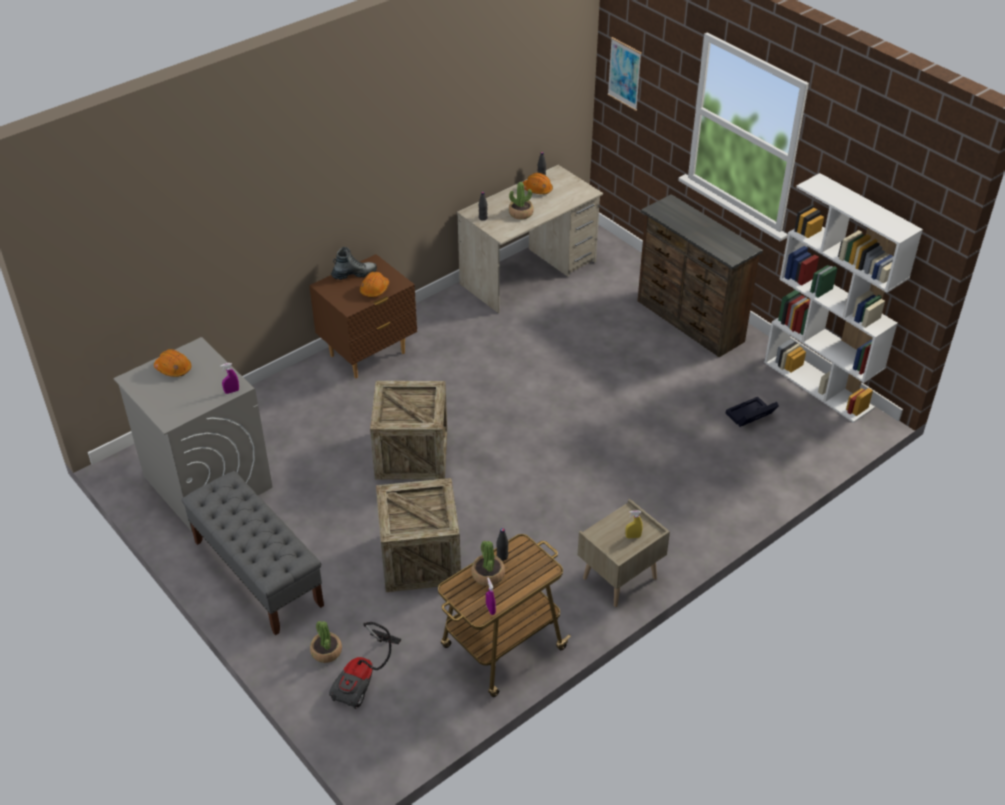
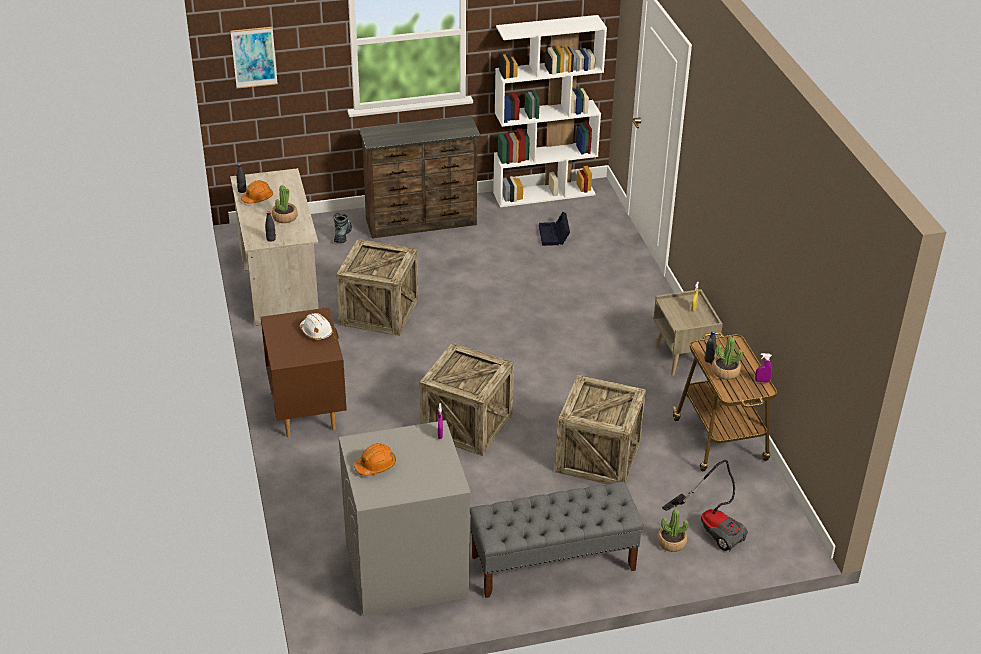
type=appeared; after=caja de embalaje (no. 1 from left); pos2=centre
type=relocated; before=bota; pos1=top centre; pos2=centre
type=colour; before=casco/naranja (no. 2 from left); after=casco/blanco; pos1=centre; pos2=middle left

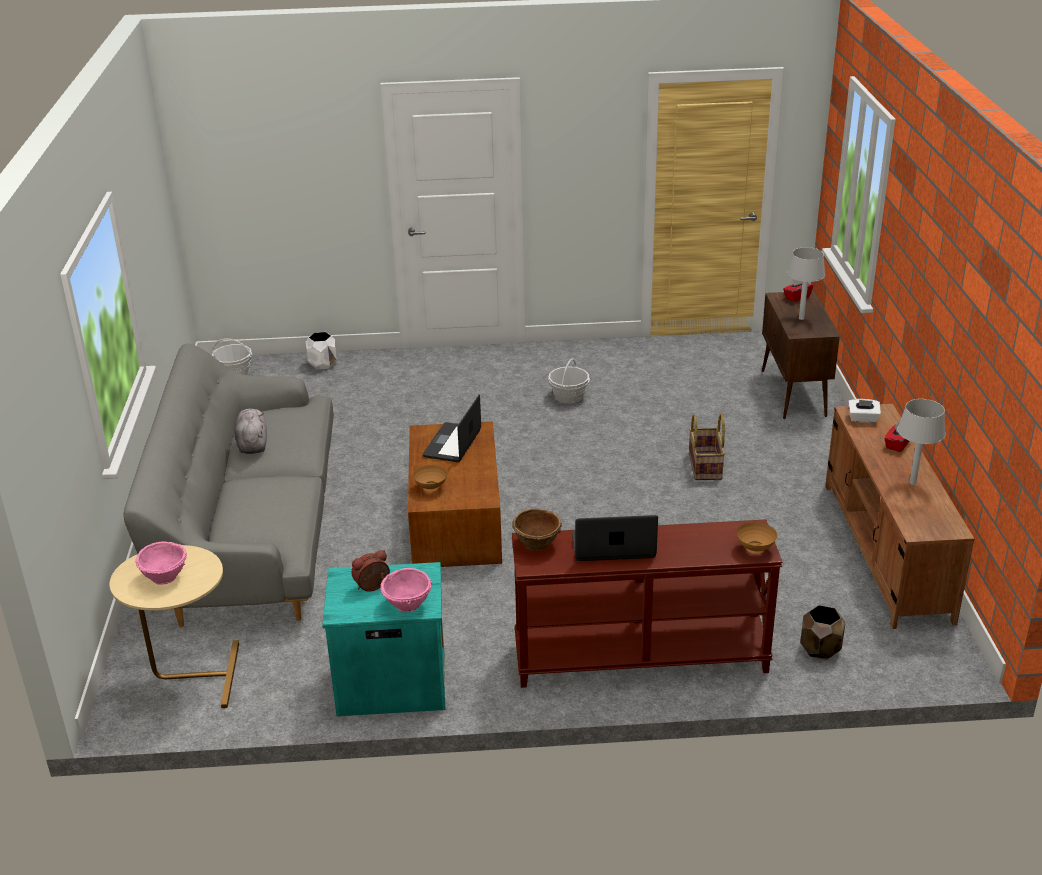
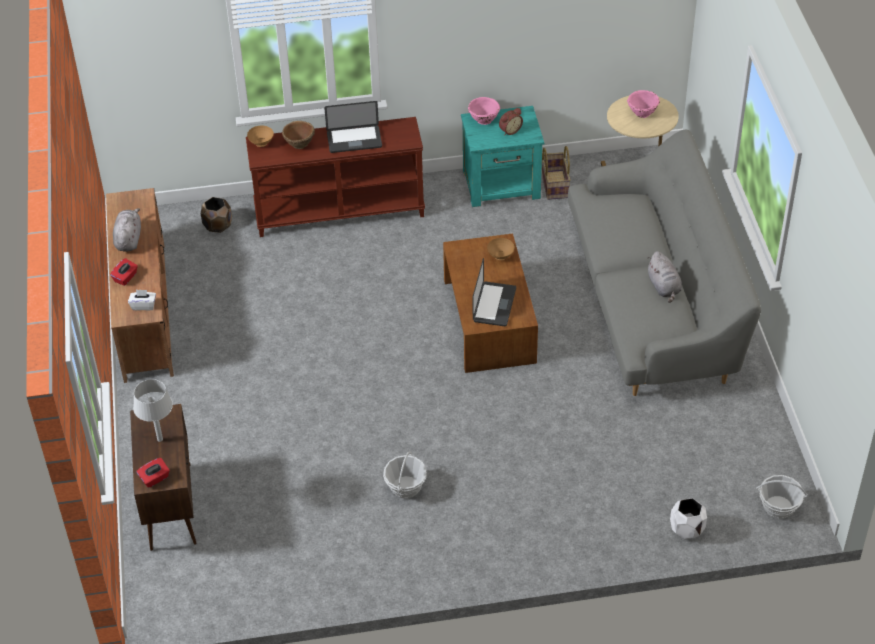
type=relocated; before=cuenco/marrón (no. 2 from left); pos1=centre; pos2=top centre
type=relocated; before=cesta (no. 3 from left in the first image); after=cesta (no. 2 from left); pos1=middle right; pos2=top centre
type=exchanged; before=lámpara de mesa/gris (no. 2 from left); after=peluche/gris (no. 1 from left); pos1=middle right; pos2=middle left

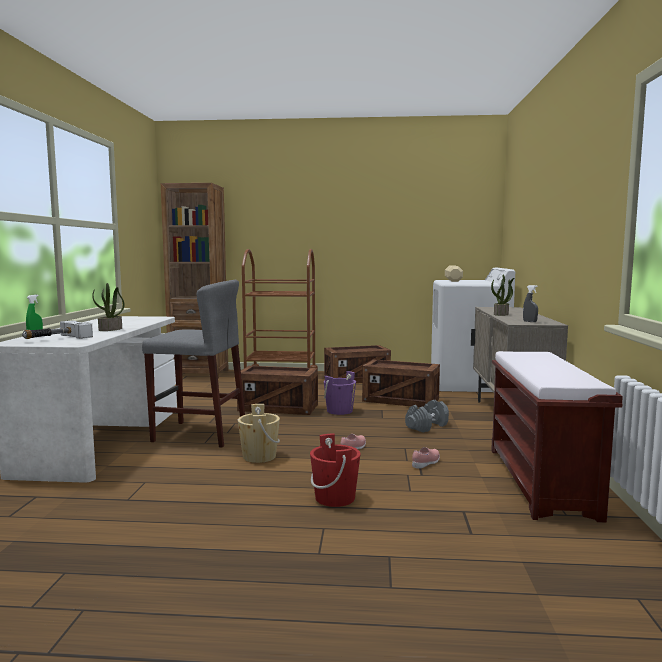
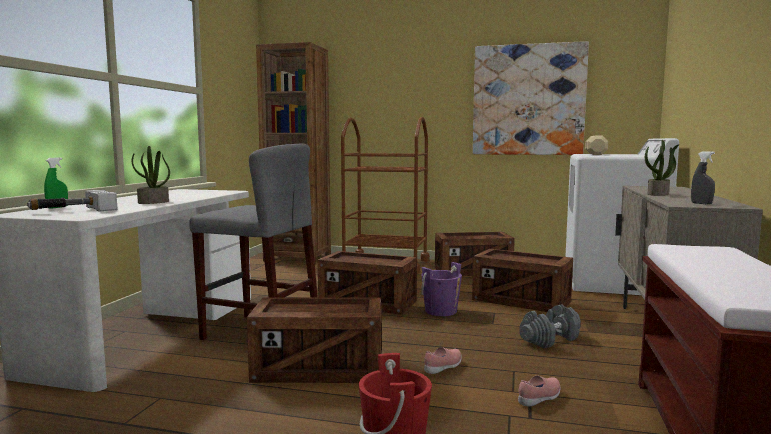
type=appeared; after=cuadro; pos2=top right
type=exchanged; before=cubo/beis; after=caja de embalaje (no. 1 from left); pos1=centre; pos2=bottom centre

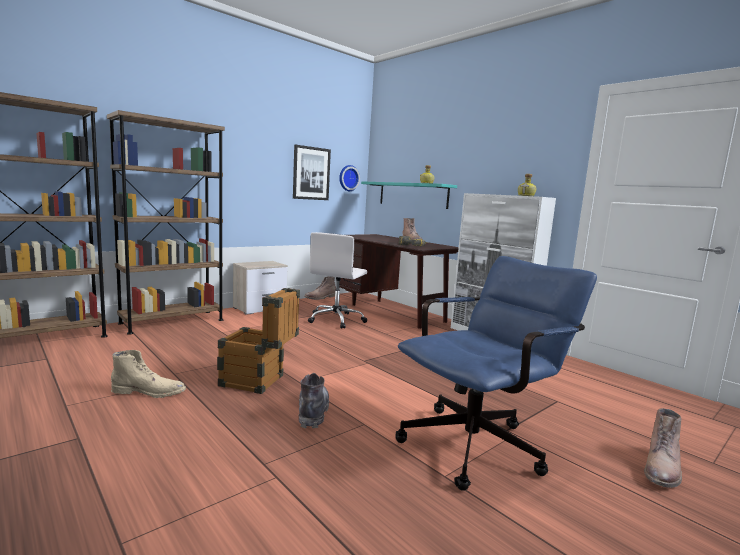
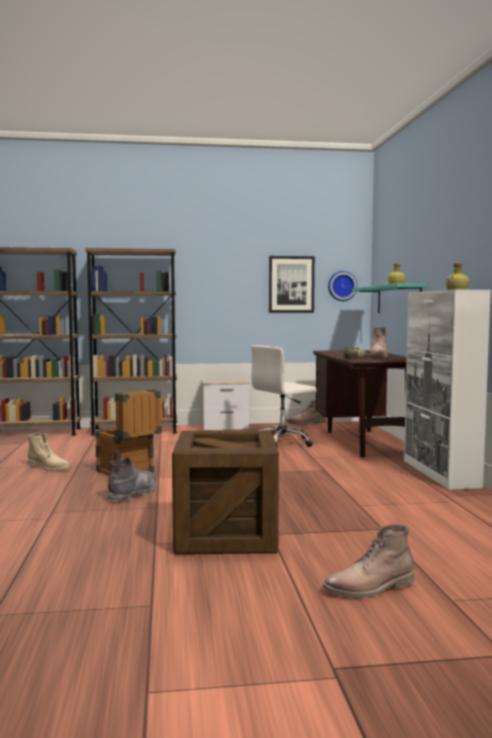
type=exchanged; before=silla de oficina/azul; after=caja de embalaje (no. 2 from left); pos1=bottom right; pos2=bottom centre

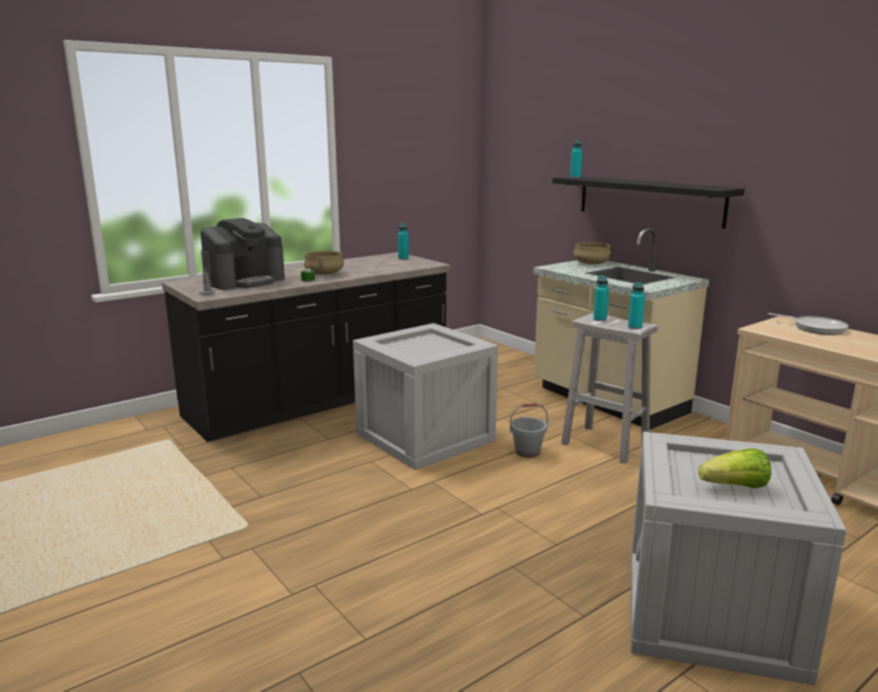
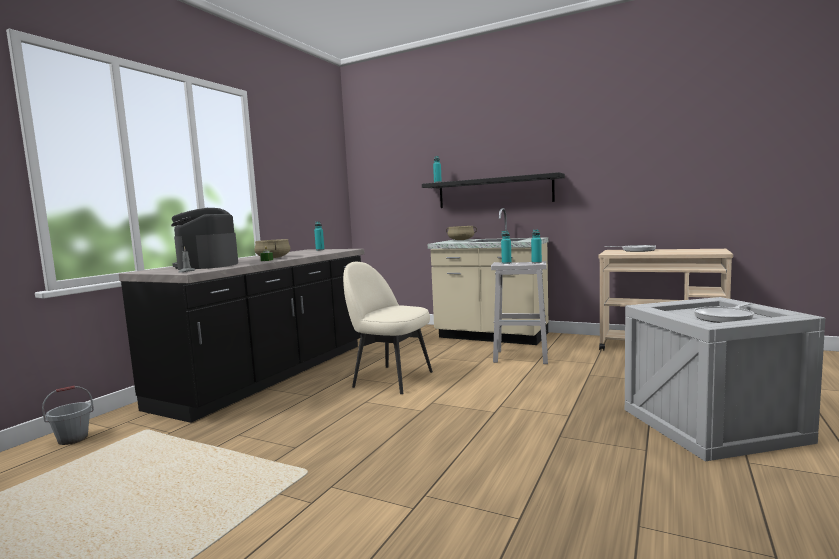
type=relocated; before=cubo/gris; pos1=centre; pos2=bottom left
type=exchanged; before=caja de embalaje (no. 1 from left); after=silla/beis; pos1=centre; pos2=centre
type=exchanged; before=lechuga; after=sartén (no. 2 from left); pos1=bottom right; pos2=middle right
type=spun; before=cafetera; pos1=middle left; pos2=middle left; turn=150

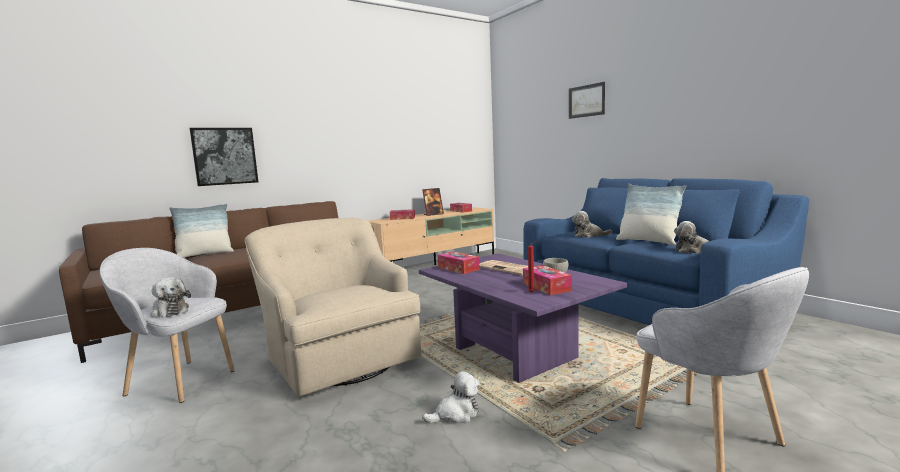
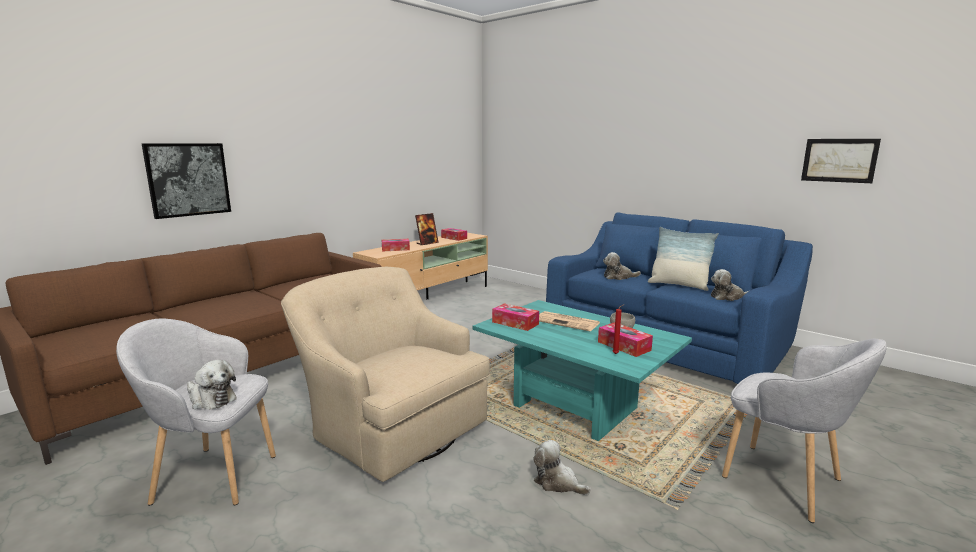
type=missing; before=cojín (no. 1 from left); pos1=middle left
type=relocated; before=cuadro (no. 2 from left); pos1=top centre; pos2=top right
type=colour; before=mesa de centro/morado; after=mesa de centro/turquesa; pos1=bottom centre; pos2=bottom centre
type=spun; before=peluche (no. 2 from left); pos1=bottom centre; pos2=bottom centre; turn=-105

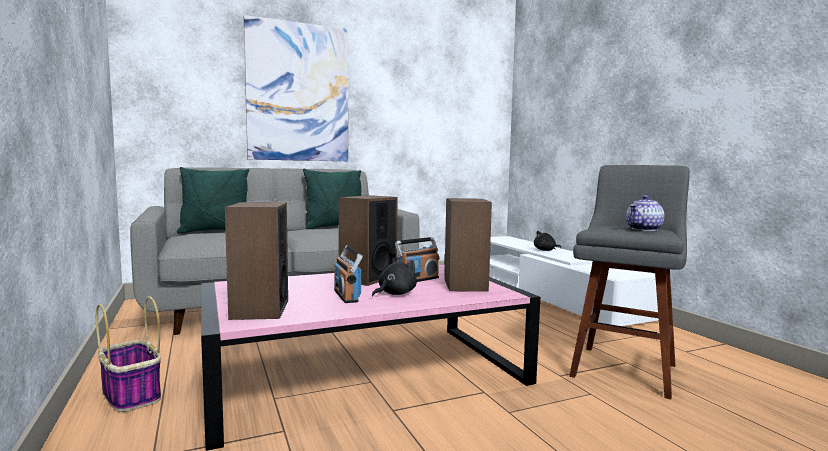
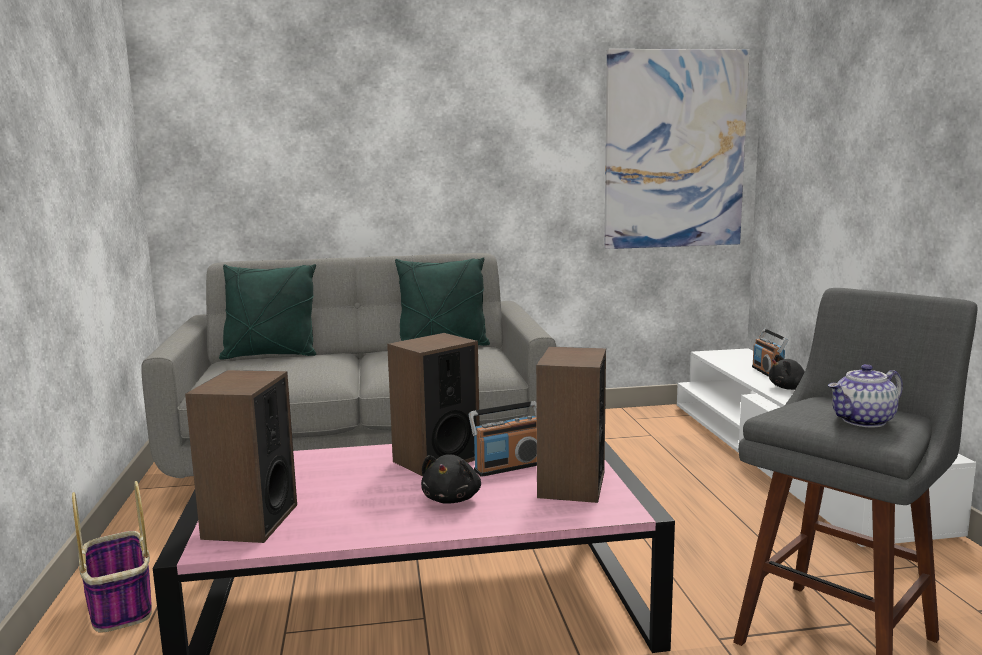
type=relocated; before=cuadro; pos1=top centre; pos2=top right
type=relocated; before=radio (no. 1 from left in the first image); after=radio (no. 2 from left); pos1=centre; pos2=middle right
type=spun; before=peluche/negro (no. 1 from left); pos1=centre; pos2=bottom centre; turn=135

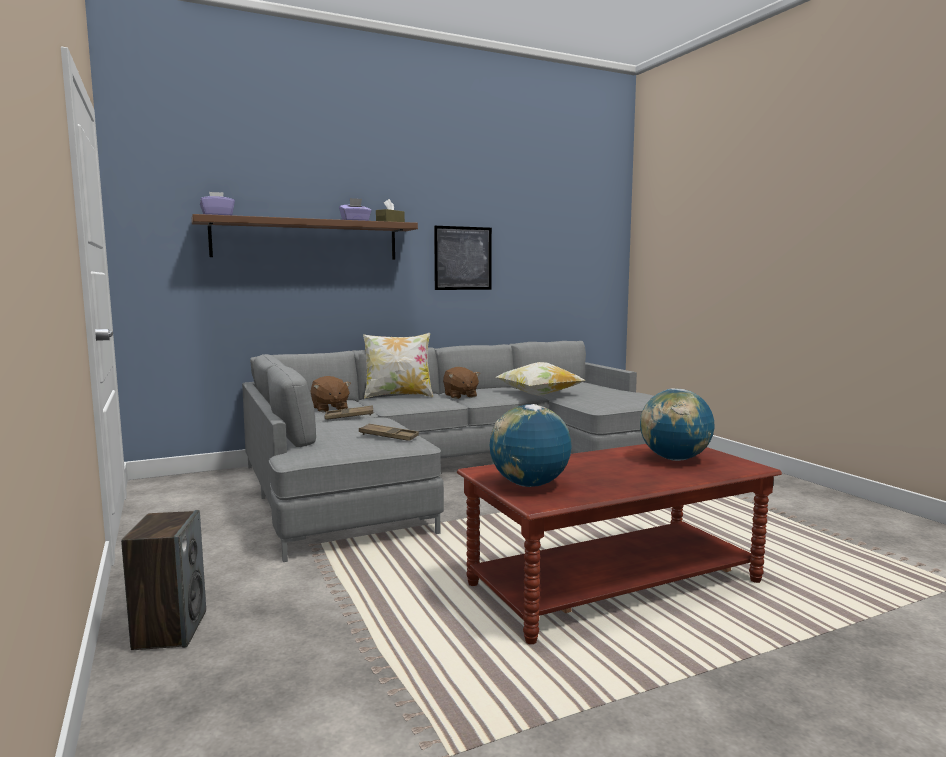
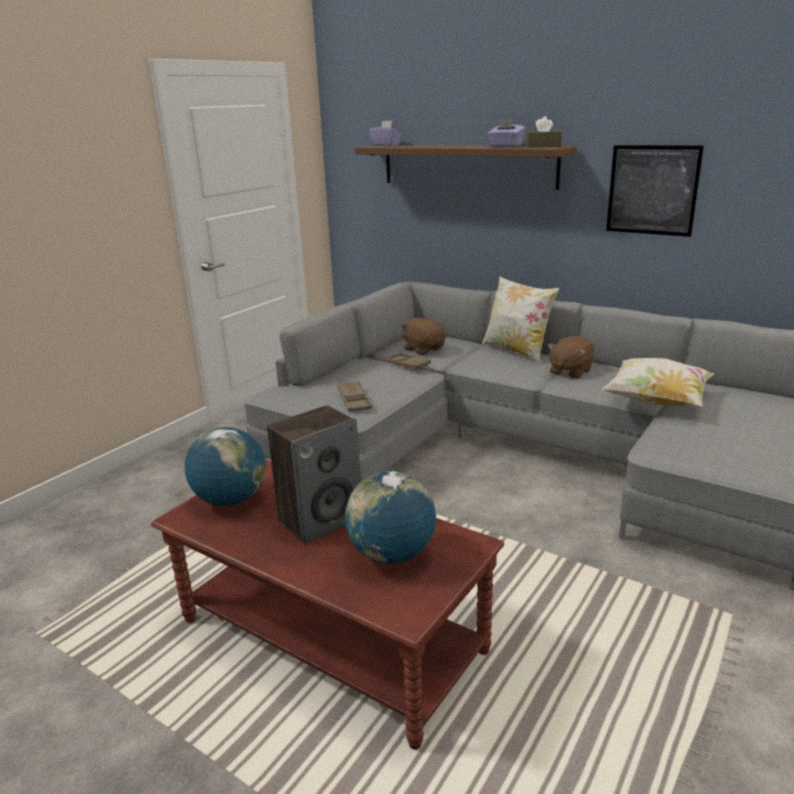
type=relocated; before=altavoz; pos1=bottom left; pos2=centre
type=spun; before=peluche/marrón (no. 1 from left); pos1=centre; pos2=centre; turn=105

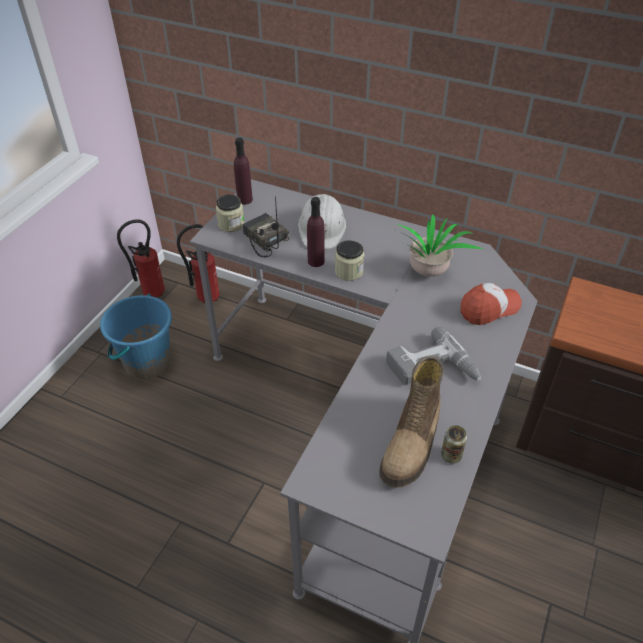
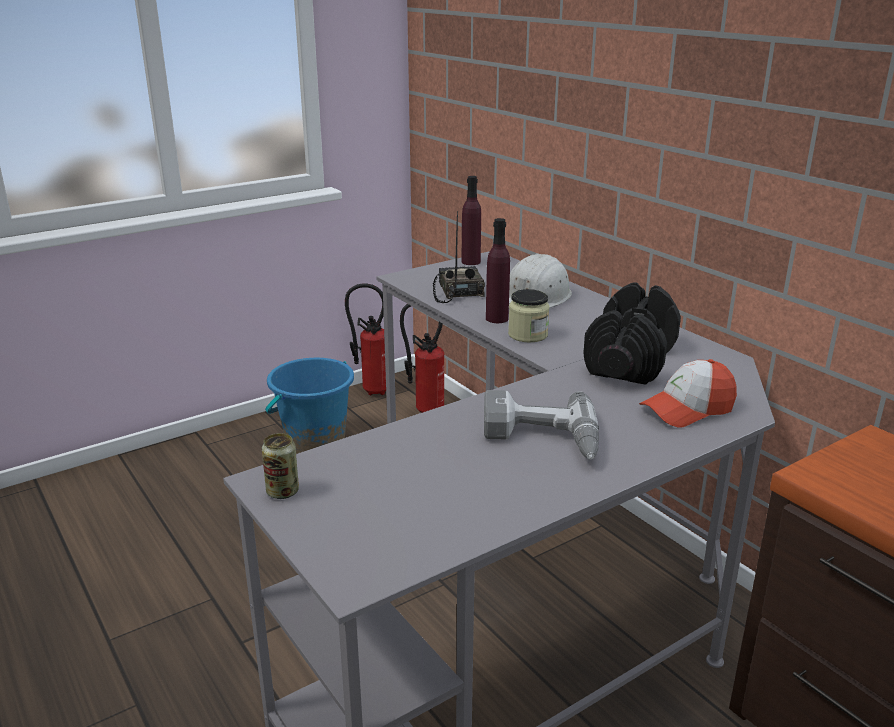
type=missing; before=tarro (no. 1 from left); pos1=top centre
type=missing; before=bota; pos1=centre
type=relocated; before=lata; pos1=bottom right; pos2=middle left
type=exchanged; before=planta en maceta; after=mancuerna/negro; pos1=middle right; pos2=middle right
type=spun; before=gorra; pos1=middle right; pos2=middle right; turn=150

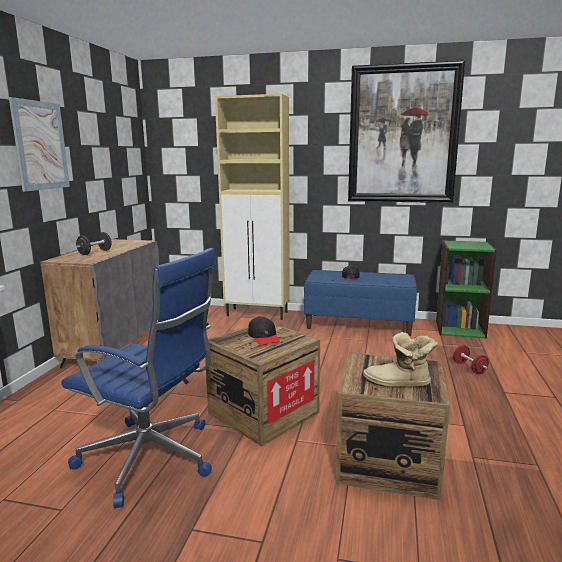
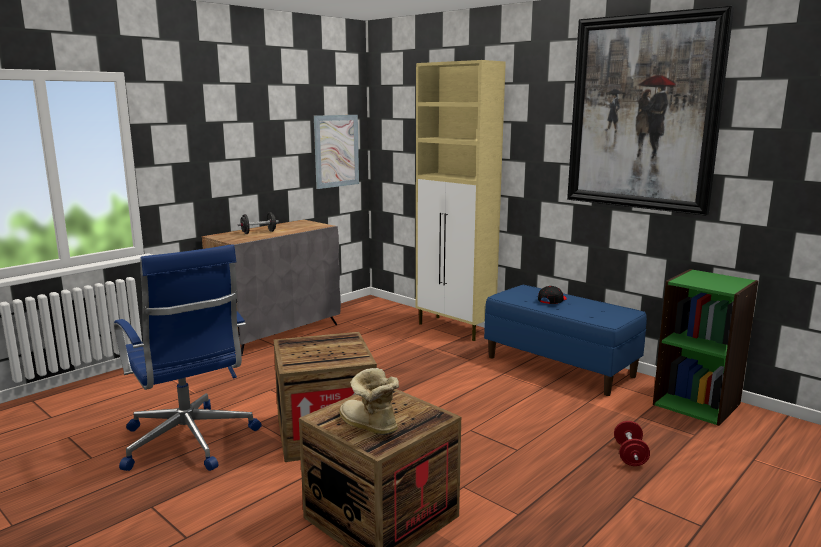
type=missing; before=gorra/negro (no. 1 from left); pos1=centre
type=relocated; before=cuadro (no. 1 from left); pos1=top left; pos2=top centre

